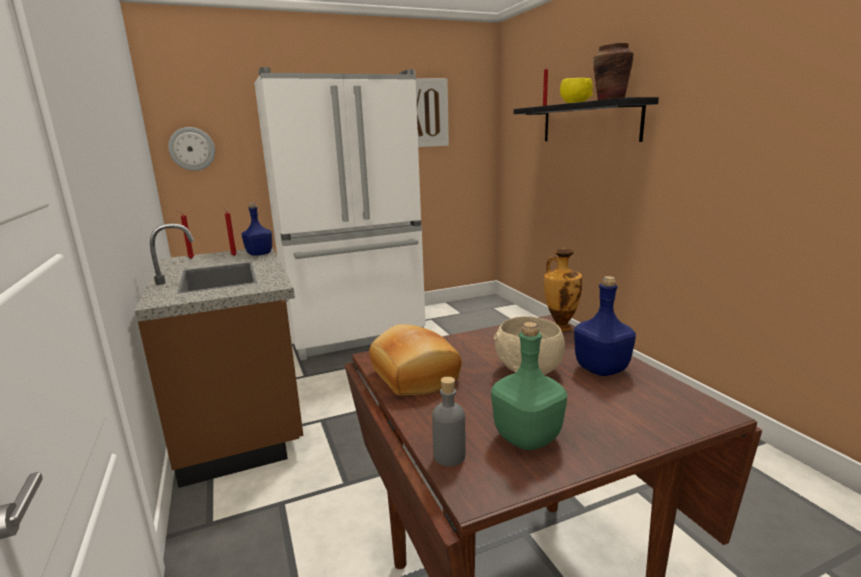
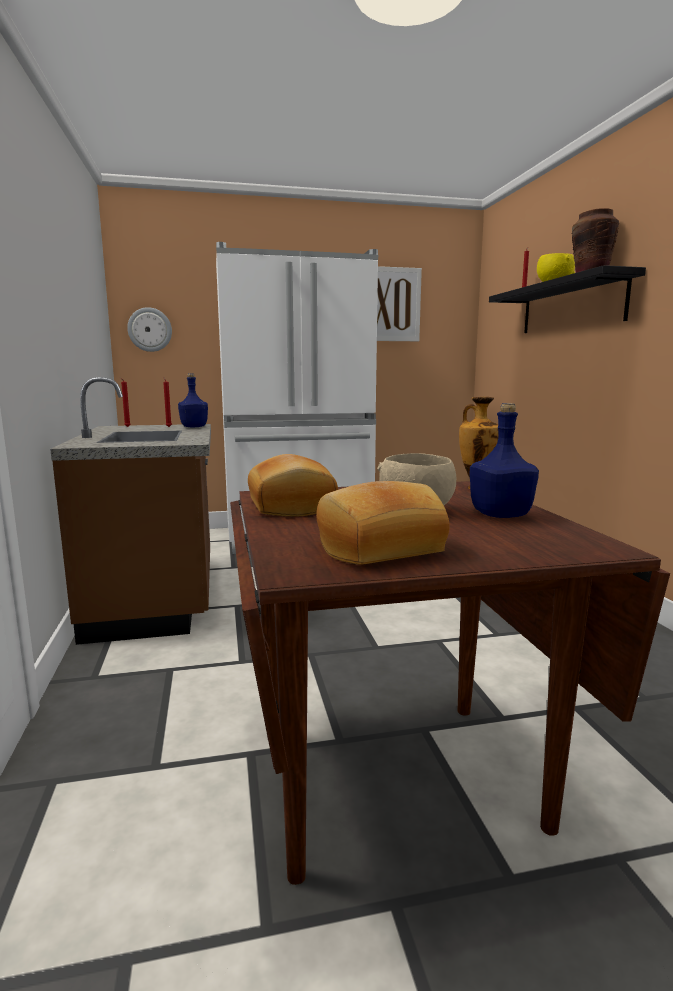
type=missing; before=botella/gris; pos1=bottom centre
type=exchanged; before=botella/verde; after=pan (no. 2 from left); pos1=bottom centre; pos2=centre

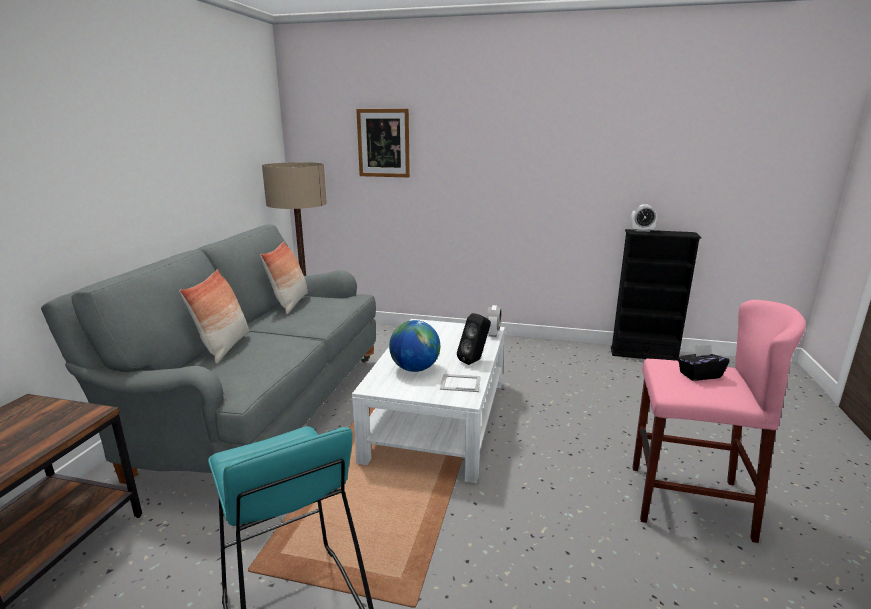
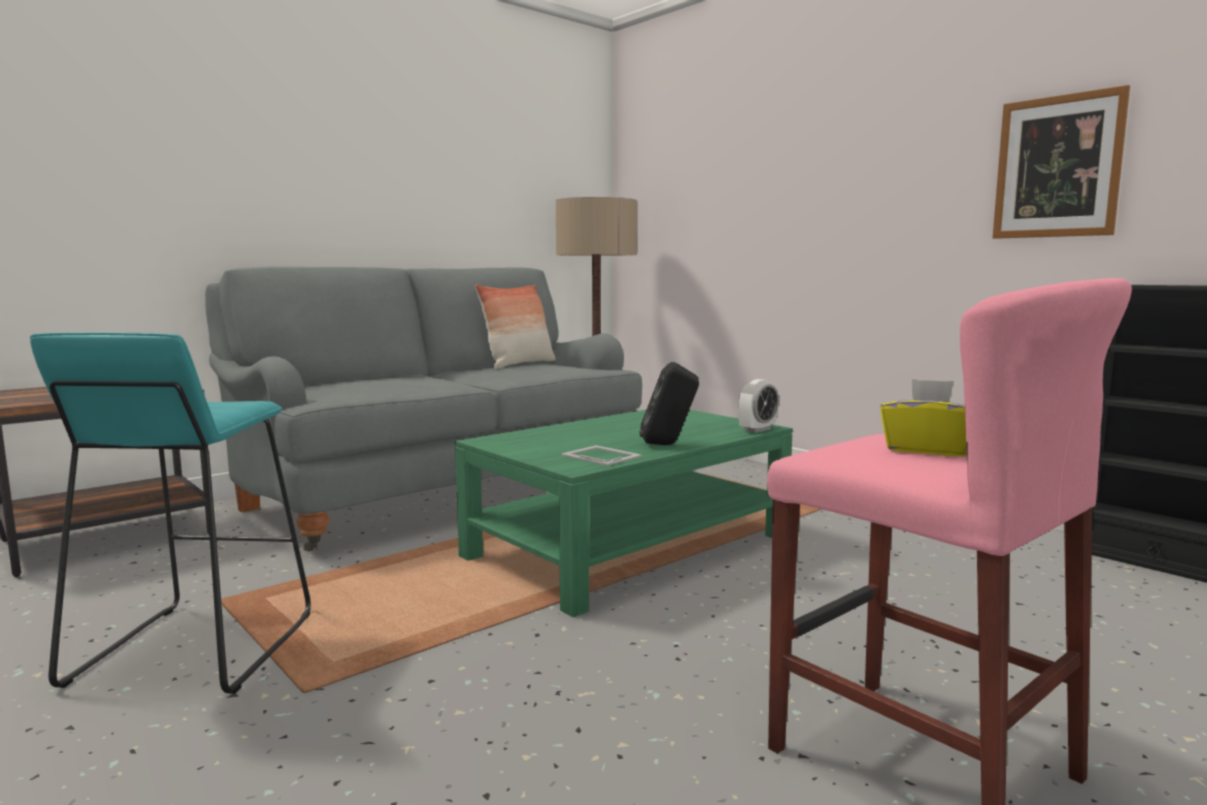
type=missing; before=cojín (no. 1 from left); pos1=middle left
type=missing; before=globo terráqueo; pos1=centre
type=missing; before=despertador (no. 2 from left); pos1=middle right
type=relocated; before=cuadro; pos1=top centre; pos2=top right
type=colour; before=mesa de centro/blanco; after=mesa de centro/verde; pos1=centre; pos2=centre
type=colour; before=caja de pañuelos/negro; after=caja de pañuelos/amarillo; pos1=middle right; pos2=middle right

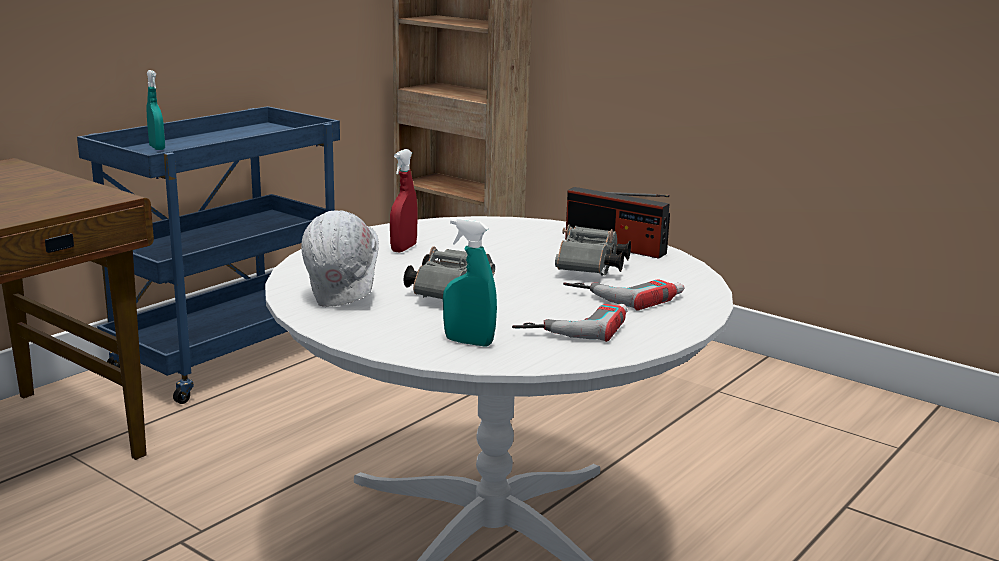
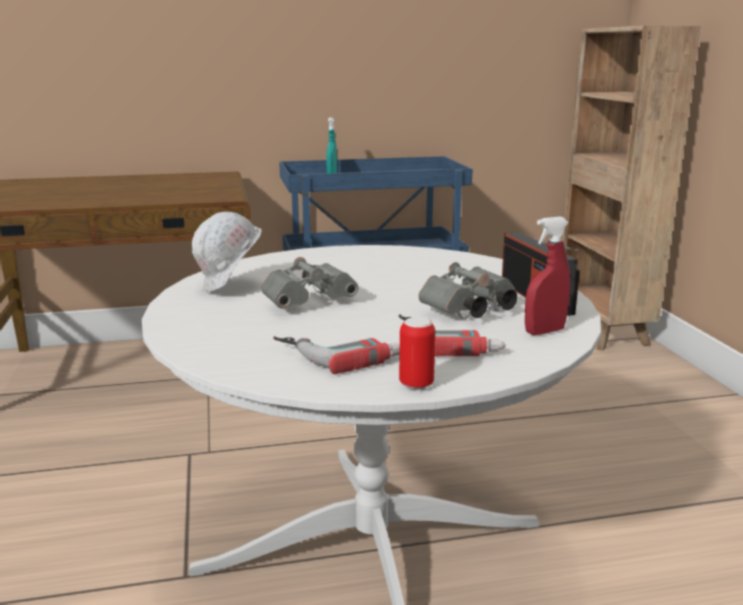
type=missing; before=pulverizador/turquesa (no. 2 from left); pos1=centre
type=appeared; after=lata; pos2=centre
type=relocated; before=pulverizador/rojo; pos1=centre; pos2=middle right

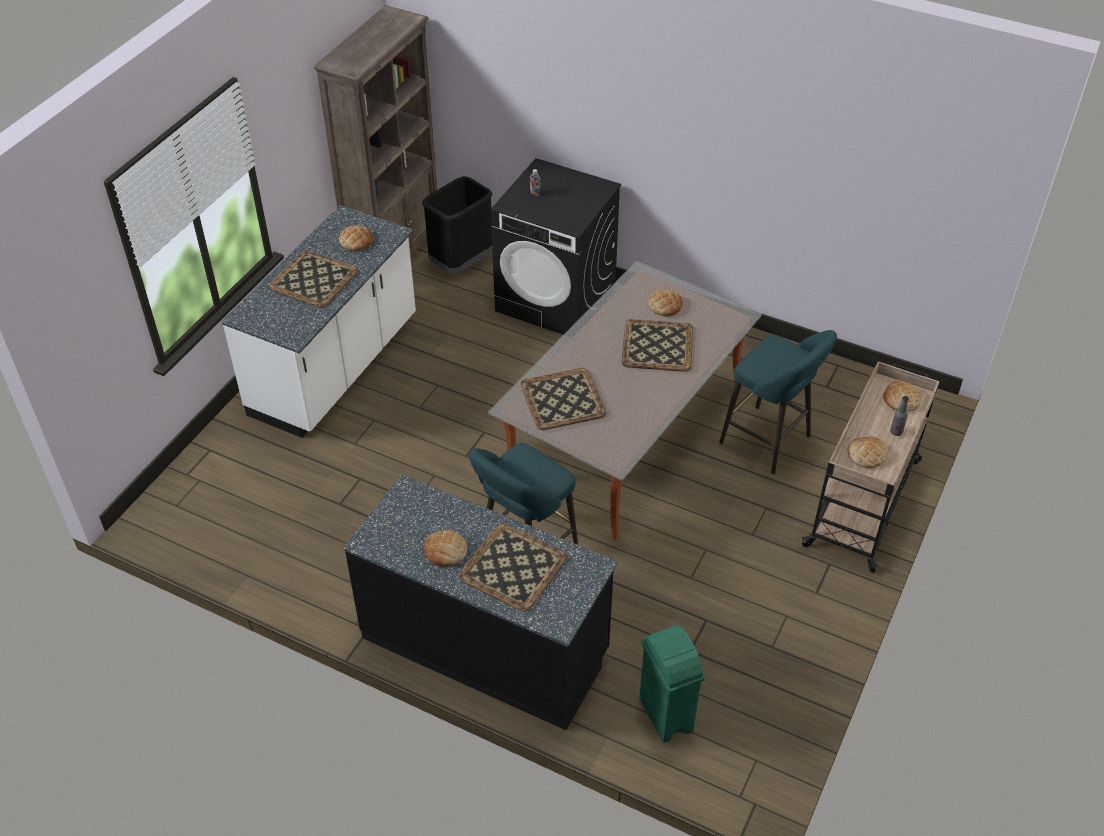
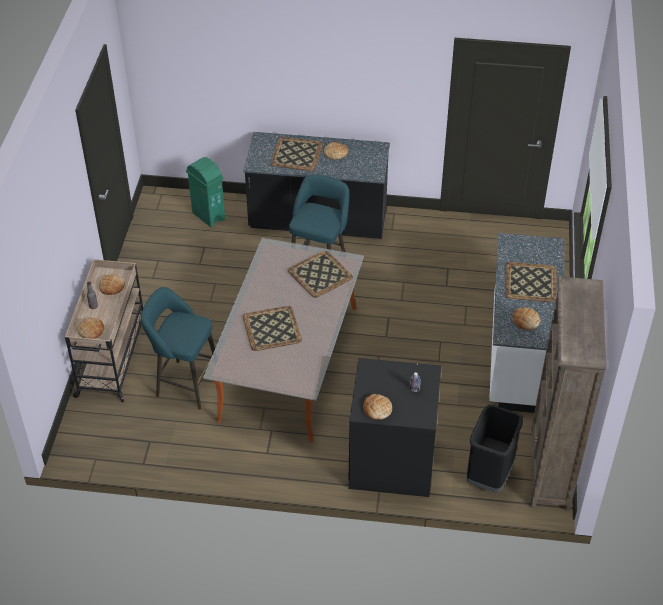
type=relocated; before=pan (no. 3 from left in the first image); after=pan (no. 4 from left); pos1=centre; pos2=bottom centre

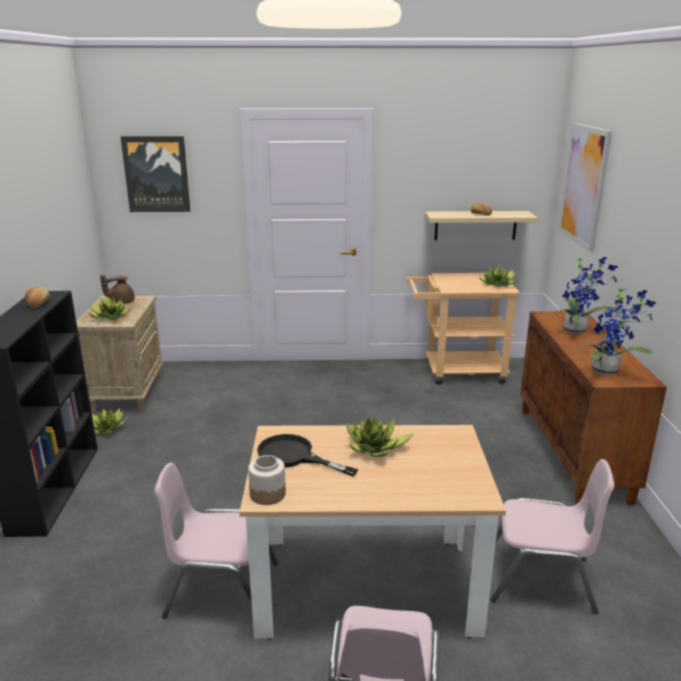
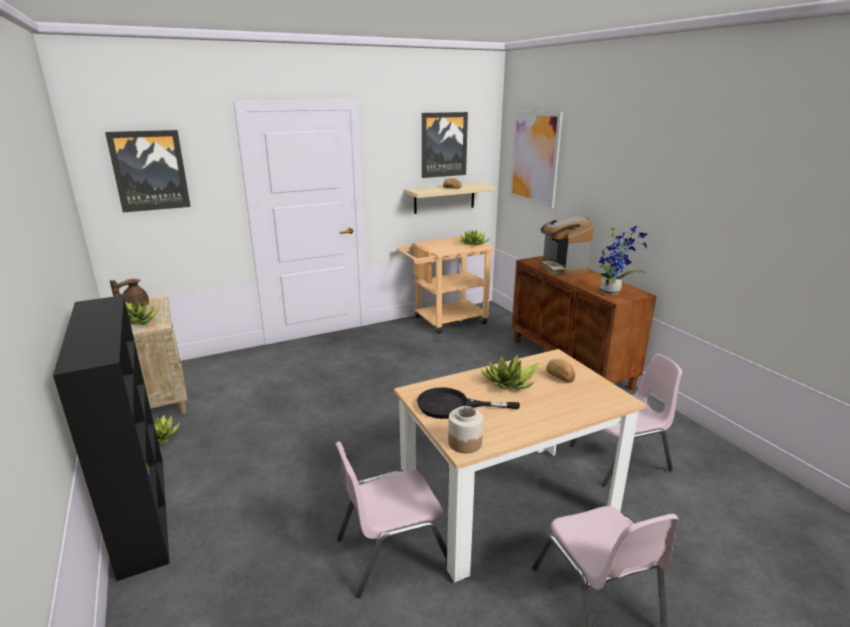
type=appeared; after=cuadro (no. 2 from left); pos2=top centre
type=relocated; before=pan (no. 1 from left in the first image); after=pan (no. 2 from left); pos1=middle left; pos2=centre
type=exchanged; before=planta en maceta (no. 5 from left); after=cafetera; pos1=middle right; pos2=centre

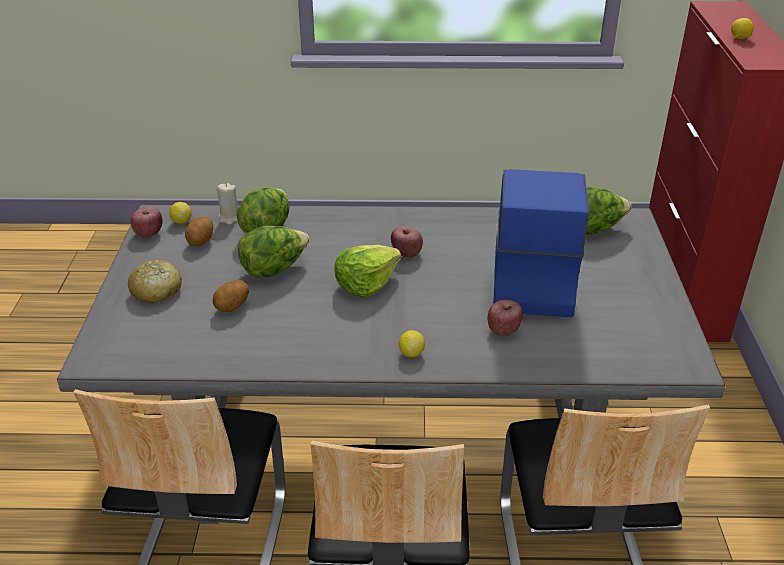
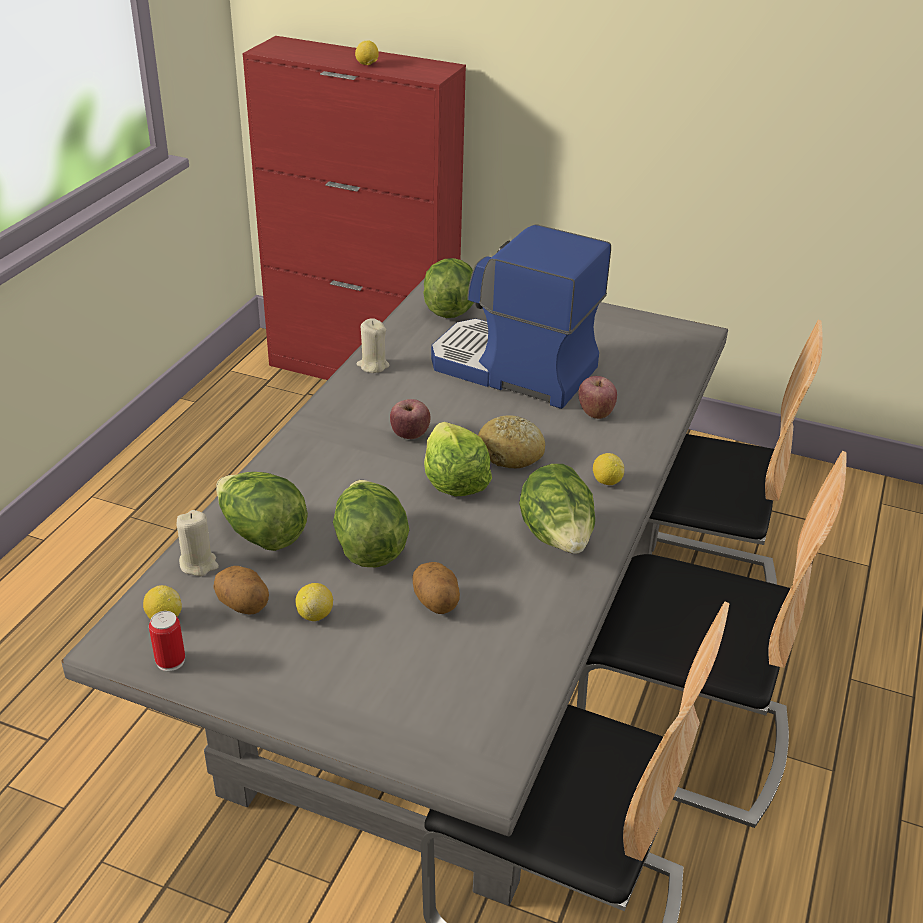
type=appeared; after=limón (no. 2 from left); pos2=centre
type=appeared; after=vela/beis (no. 2 from left); pos2=centre
type=appeared; after=lechuga (no. 5 from left); pos2=centre
type=relocated; before=pan; pos1=middle left; pos2=centre
type=exchanged; before=manzana (no. 1 from left); after=lata; pos1=middle left; pos2=bottom left

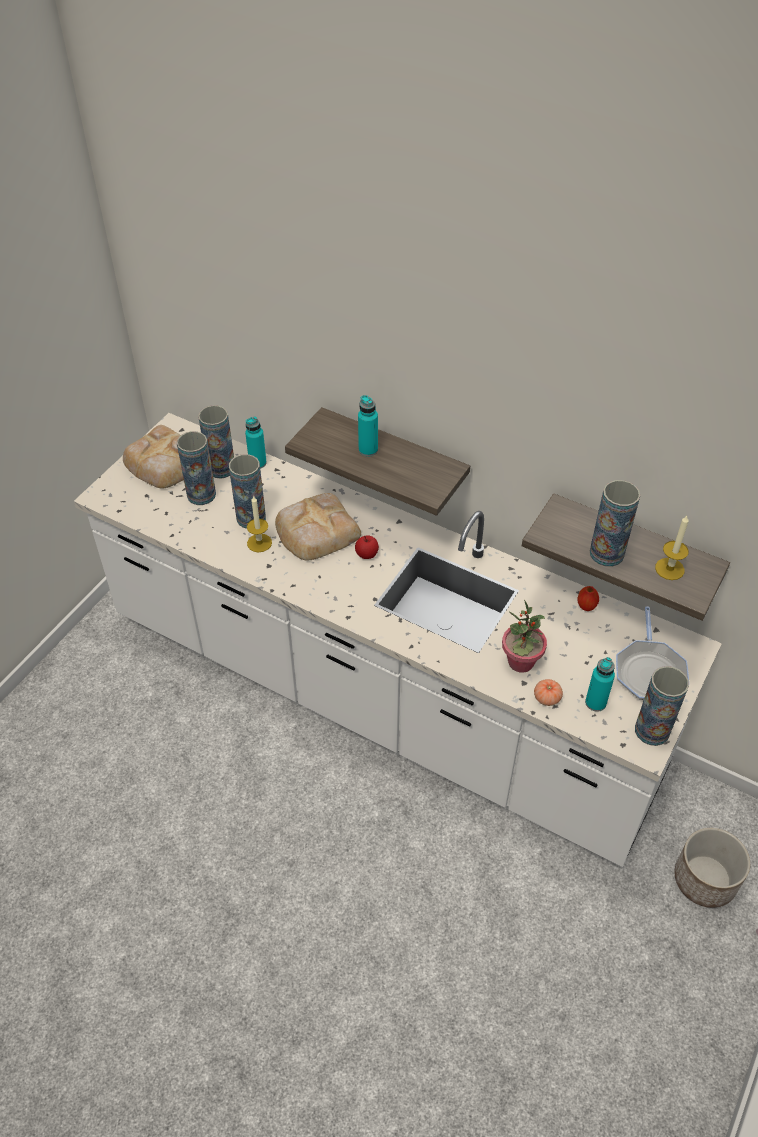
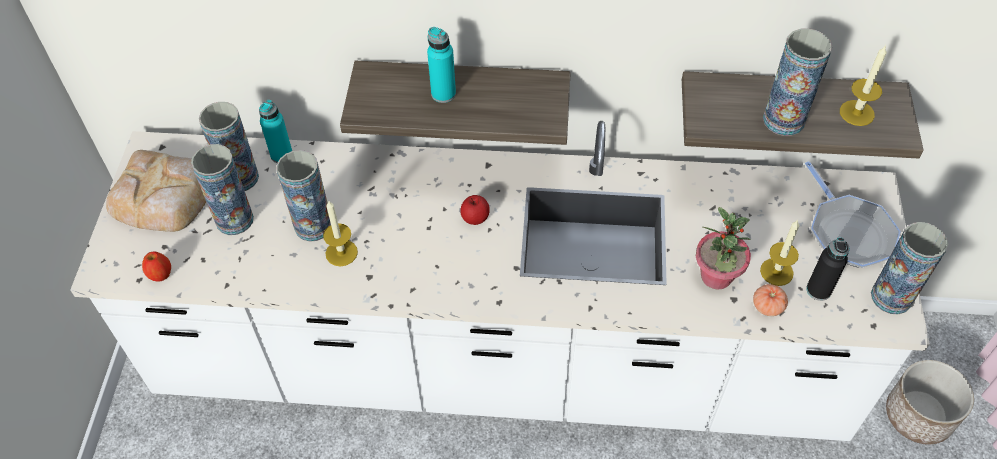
type=missing; before=pan (no. 2 from left); pos1=centre
type=appeared; after=vela (no. 2 from left); pos2=middle right
type=relocated; before=manzana (no. 2 from left in the first image); after=manzana (no. 1 from left); pos1=middle right; pos2=middle left
type=colour; before=botella/turquesa (no. 3 from left); after=botella/negro; pos1=middle right; pos2=middle right

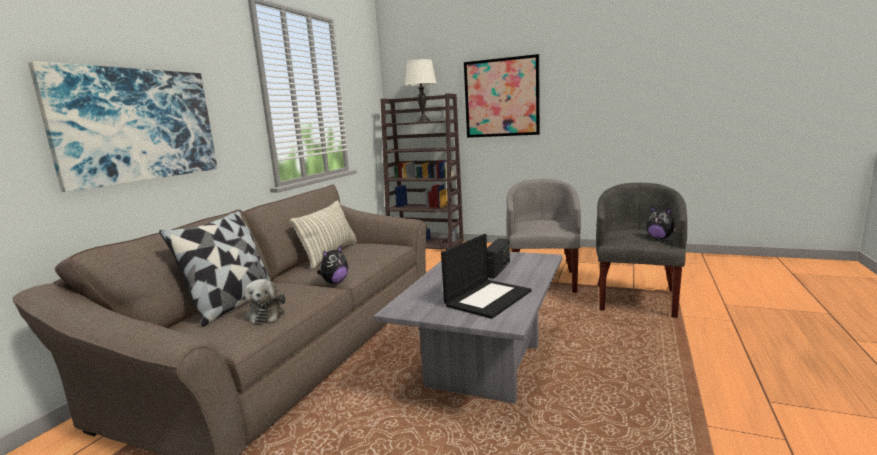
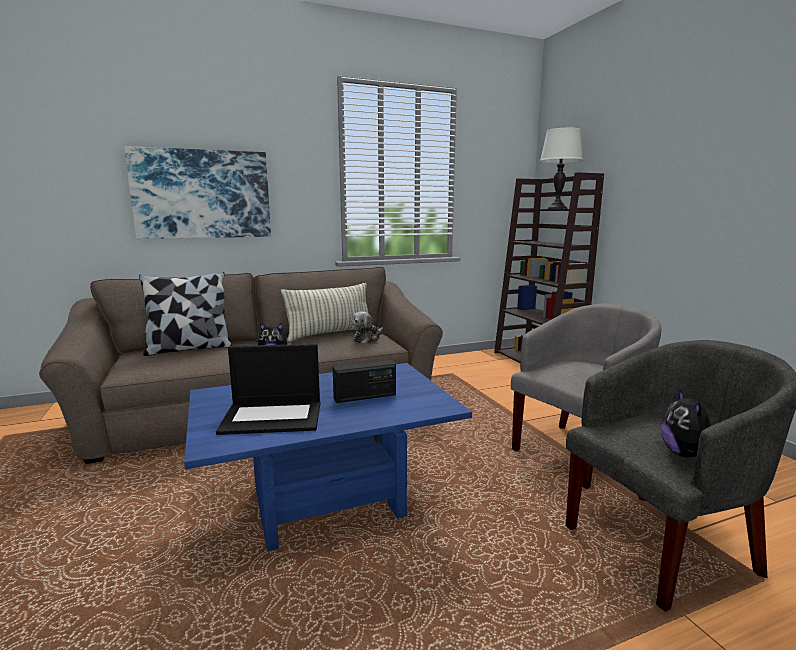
type=missing; before=cuadro (no. 2 from left); pos1=top centre
type=relocated; before=peluche (no. 1 from left in the first image); after=peluche (no. 2 from left); pos1=middle left; pos2=centre
type=colour; before=mesa de centro/gris; after=mesa de centro/azul; pos1=bottom centre; pos2=bottom centre

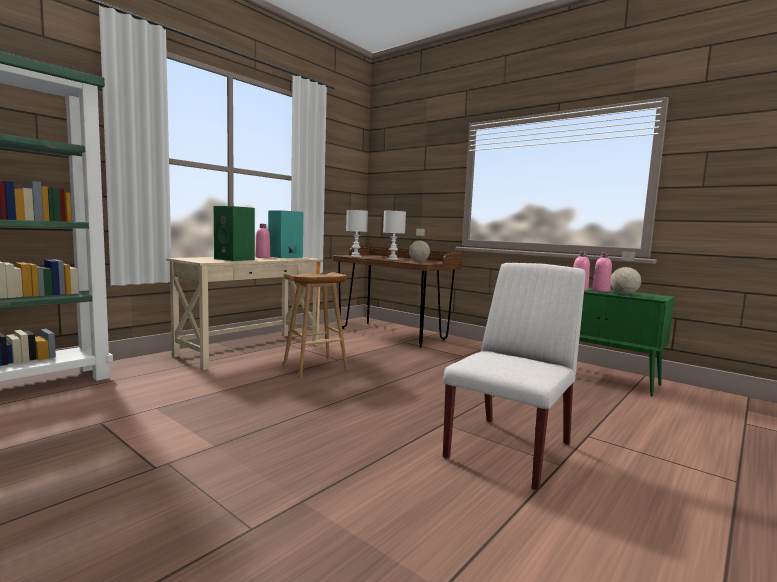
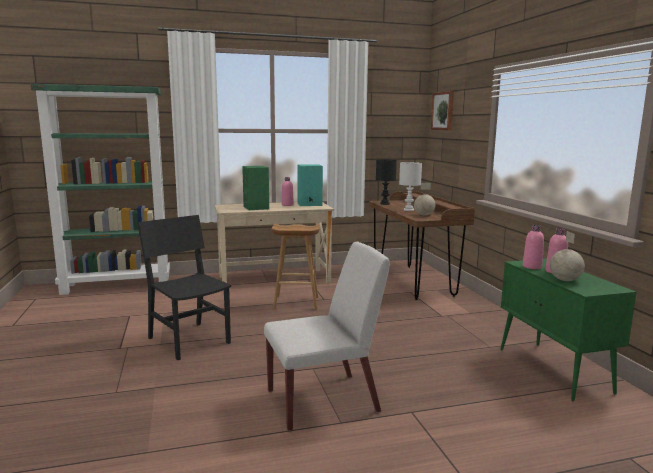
type=appeared; after=silla/negro; pos2=middle left
type=appeared; after=cuadro; pos2=top right
type=colour; before=lámpara de mesa/blanco (no. 1 from left); after=lámpara de mesa/negro; pos1=centre; pos2=centre

